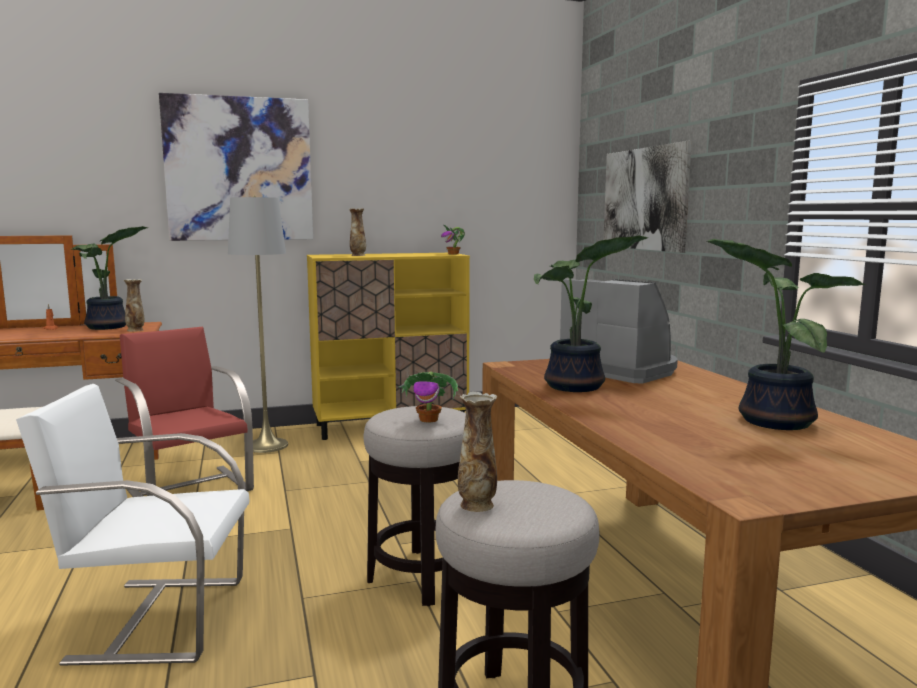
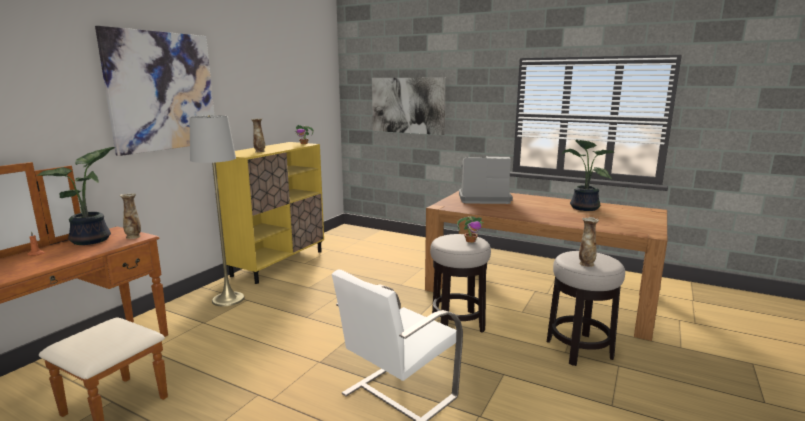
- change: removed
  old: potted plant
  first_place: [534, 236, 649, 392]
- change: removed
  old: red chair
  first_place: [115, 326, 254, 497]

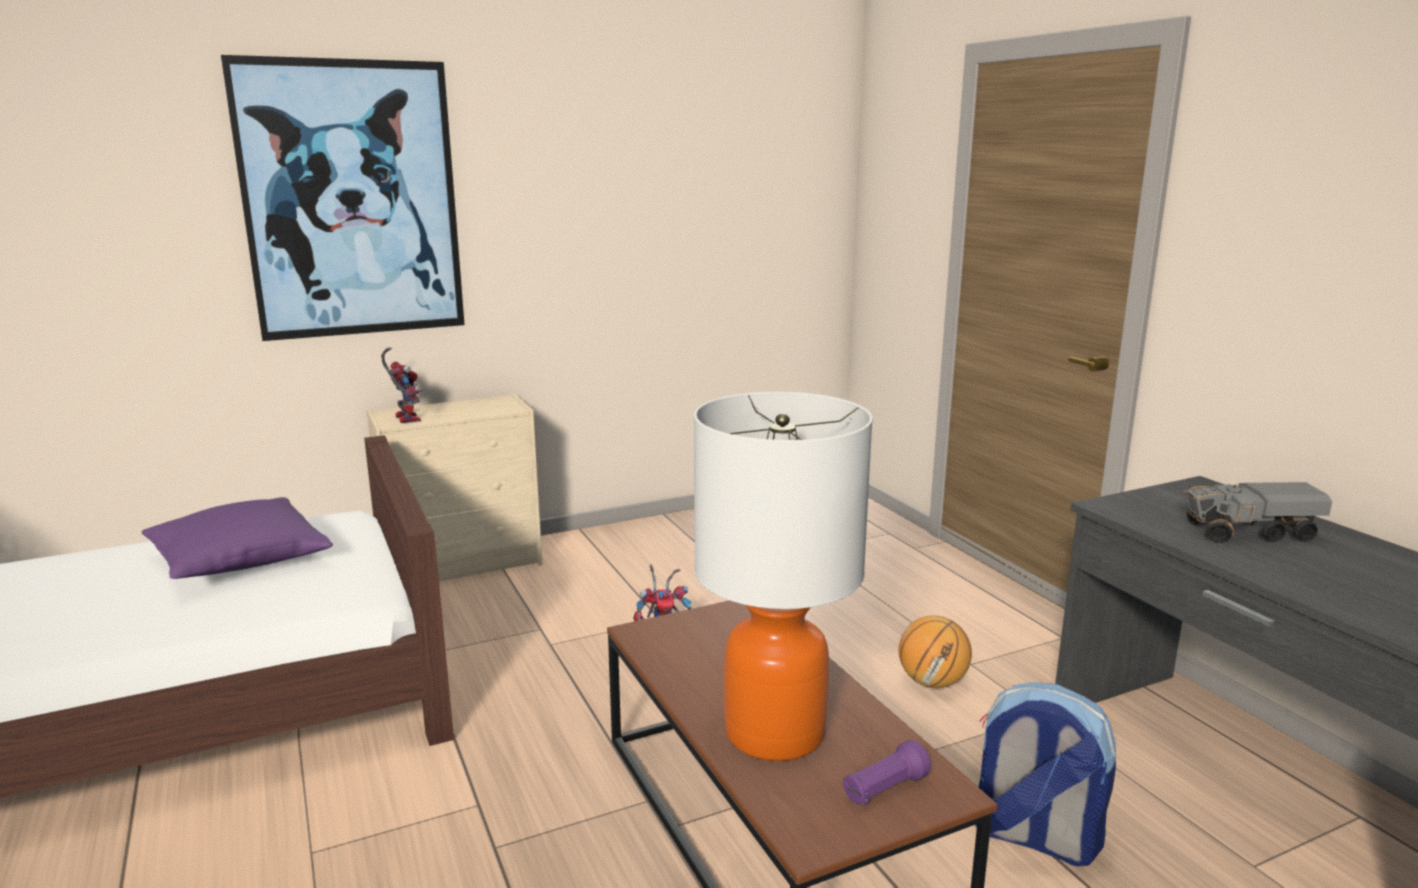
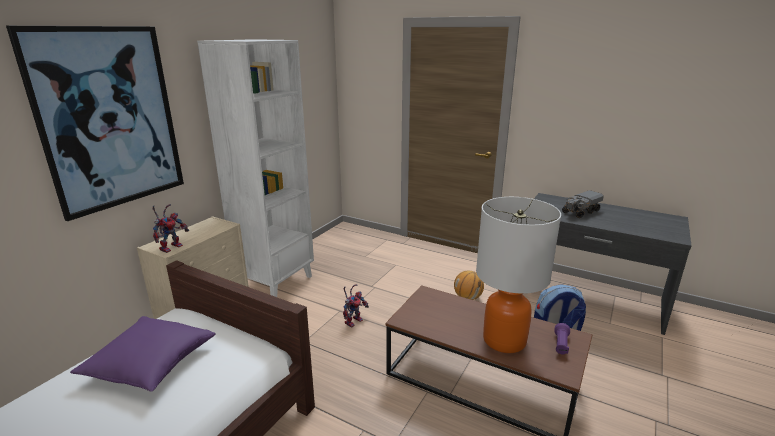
- change: turned
  old: toy robot
  first_place: [381, 347, 422, 423]
  second_place: [153, 204, 189, 253]
  degrees: 90
- change: added
  new: white bookcase
  second_place: [197, 39, 314, 297]

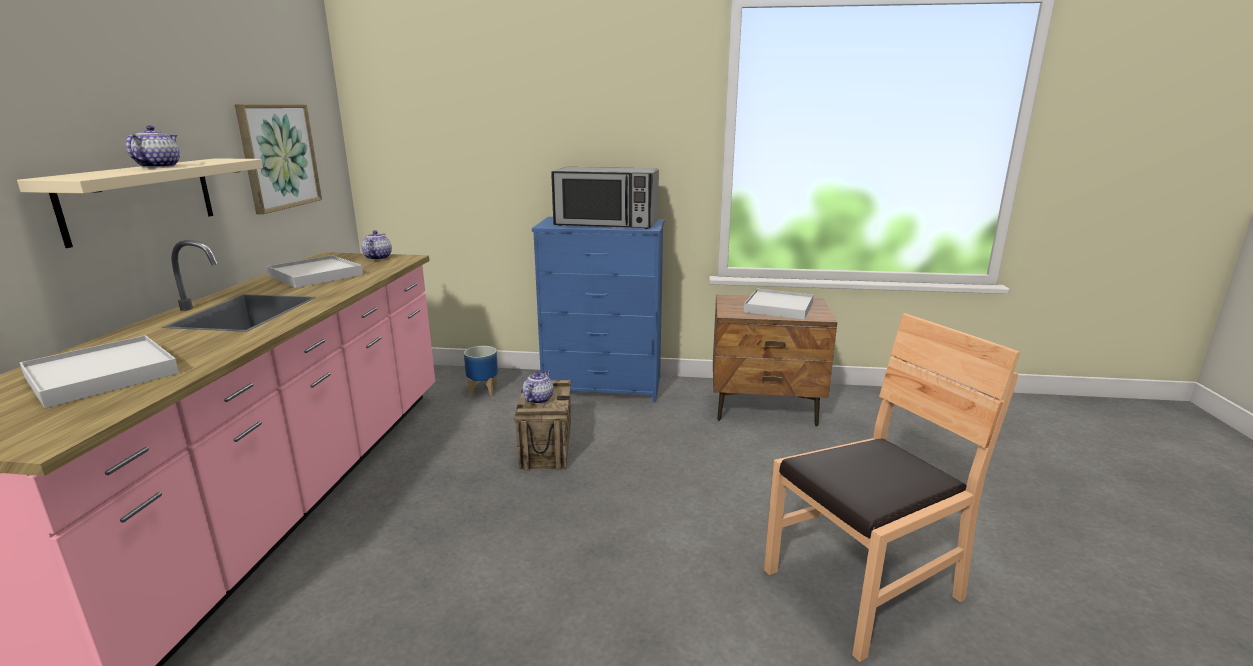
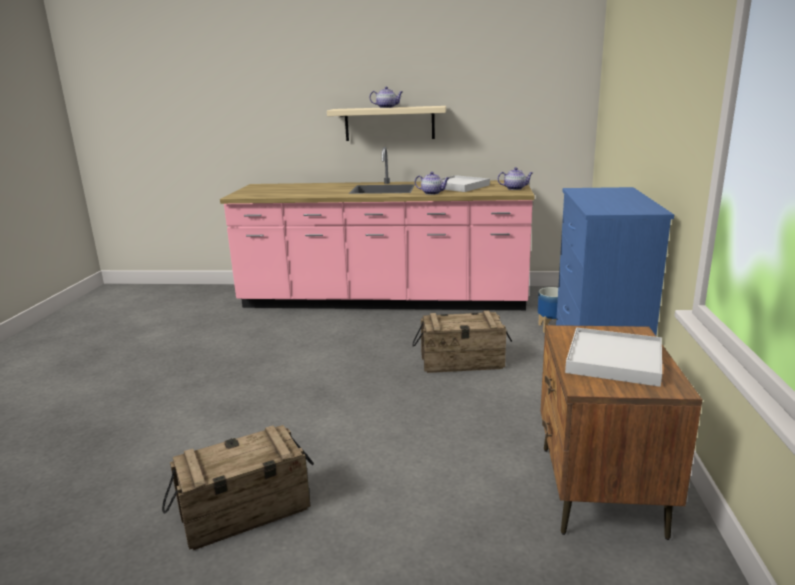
- change: removed
  old: picture
  first_place: [235, 104, 322, 214]
- change: removed
  old: microwave
  first_place: [551, 167, 659, 229]
- change: replaced
  old: brown chair
  new: crate
  first_place: [764, 313, 1020, 662]
  second_place: [162, 425, 314, 550]
- change: removed
  old: white tray
  first_place: [20, 335, 179, 408]
- change: moved
  old: teapot
  first_place: [522, 370, 554, 404]
  second_place: [415, 172, 449, 195]

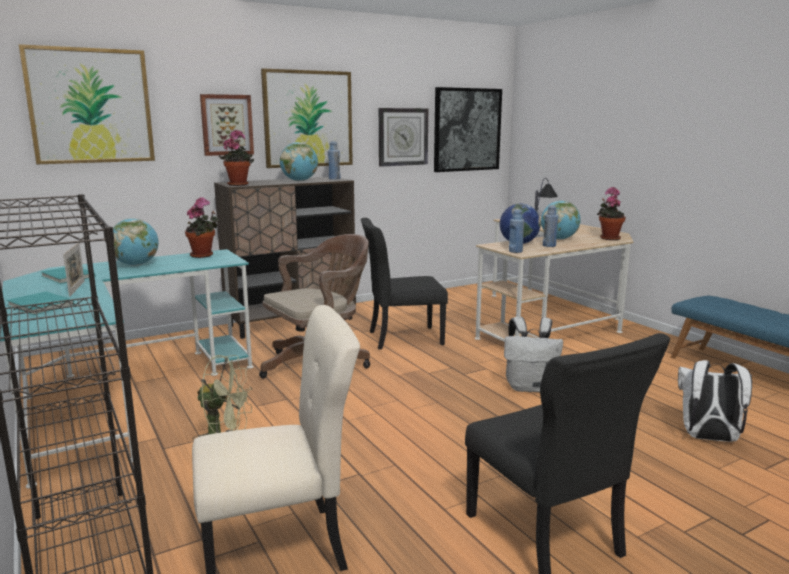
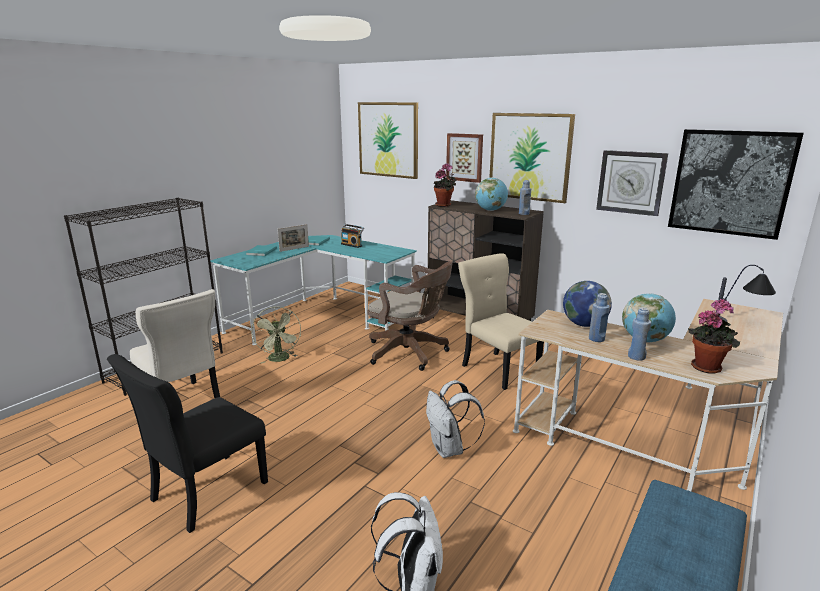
- change: removed
  old: potted plant
  first_place: [185, 197, 219, 258]
- change: moved
  old: blue bottle
  first_place: [509, 209, 524, 253]
  second_place: [628, 308, 651, 360]
- change: replaced
  old: globe
  new: radio
  first_place: [113, 218, 159, 266]
  second_place: [341, 224, 364, 248]
- change: recoloured
  old: black chair
  new: beige chair
  first_place: [361, 218, 448, 350]
  second_place: [458, 253, 544, 390]

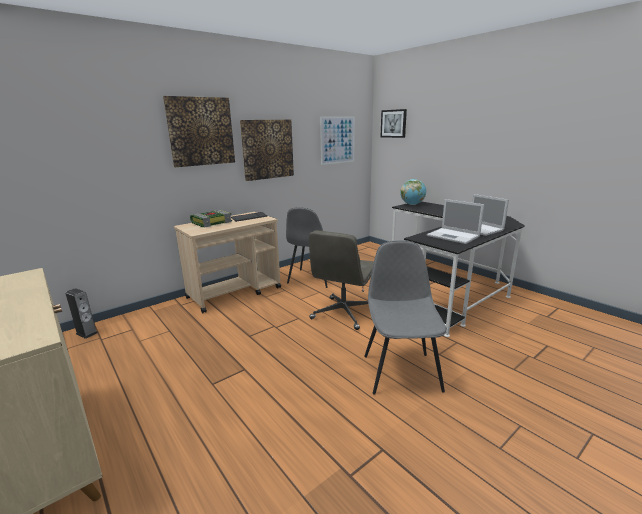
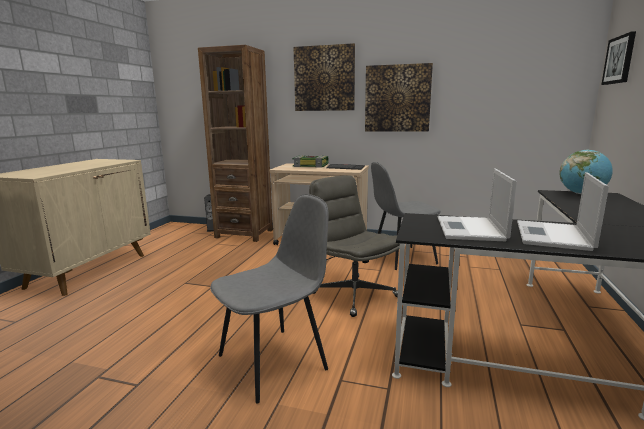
- change: removed
  old: picture
  first_place: [320, 116, 355, 165]
- change: turned
  old: grey office chair
  first_place: [309, 231, 374, 330]
  second_place: [309, 175, 400, 317]
  degrees: 60
- change: added
  new: brown bookcase
  second_place: [198, 45, 273, 242]

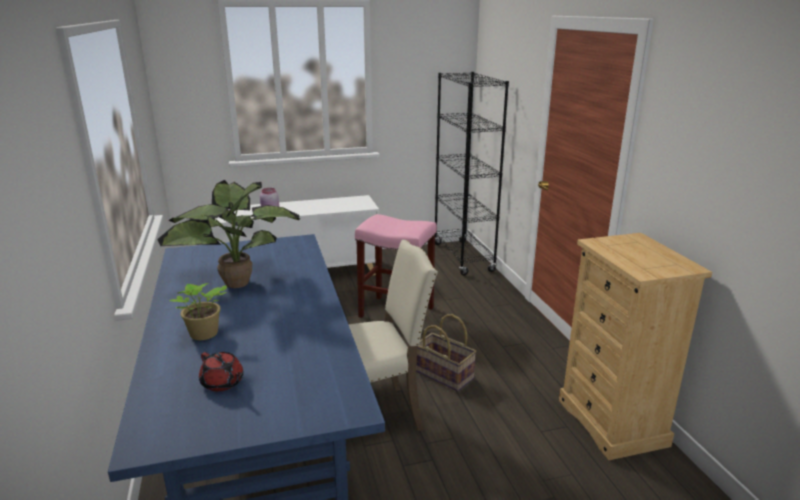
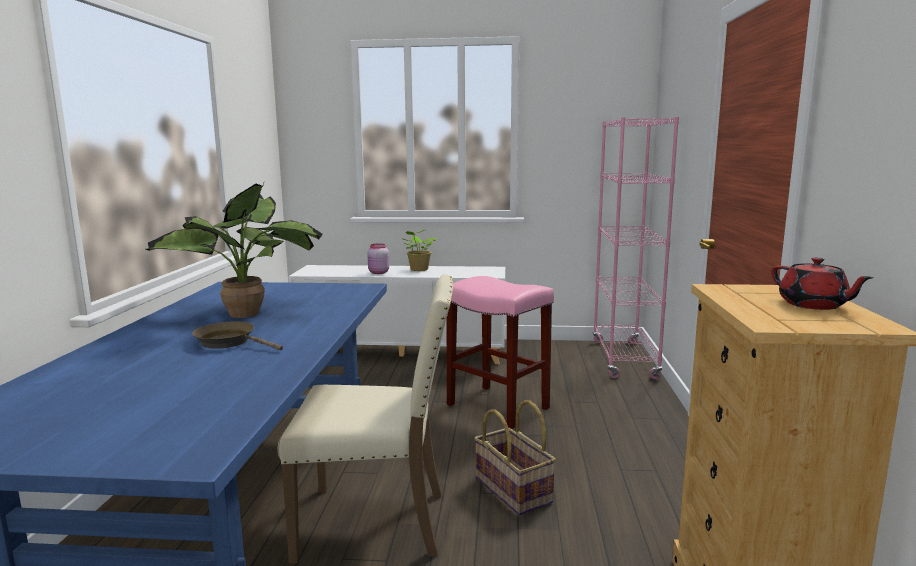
- change: recoloured
  old: black bookcase
  new: pink bookcase
  first_place: [435, 72, 509, 275]
  second_place: [592, 117, 679, 379]
- change: moved
  old: potted plant
  first_place: [170, 283, 227, 340]
  second_place: [401, 230, 437, 271]
- change: moved
  old: red teapot
  first_place: [199, 352, 243, 391]
  second_place: [771, 257, 874, 310]
- change: added
  new: brown frying pan
  second_place: [192, 321, 283, 350]

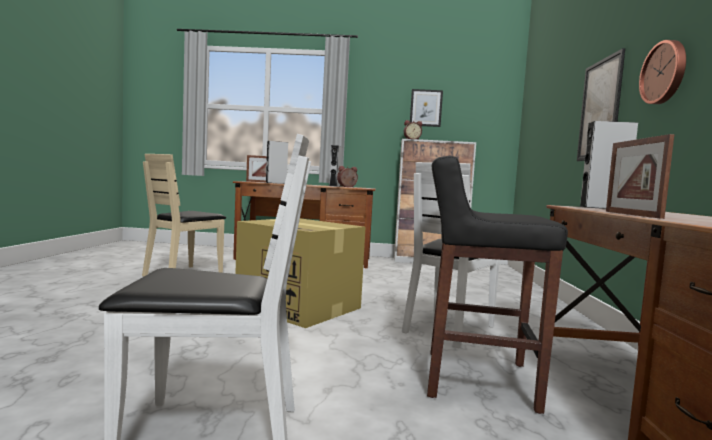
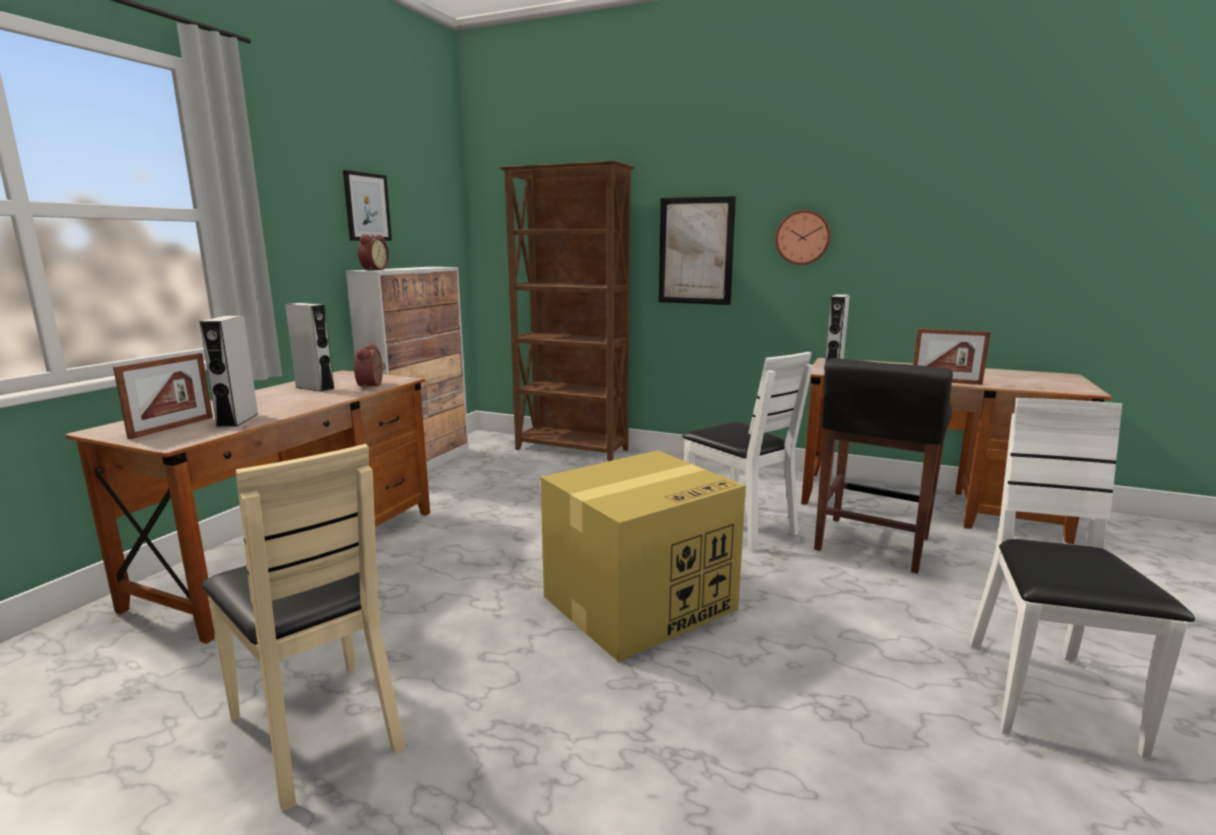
- change: added
  new: brown bookcase
  second_place: [499, 161, 635, 461]

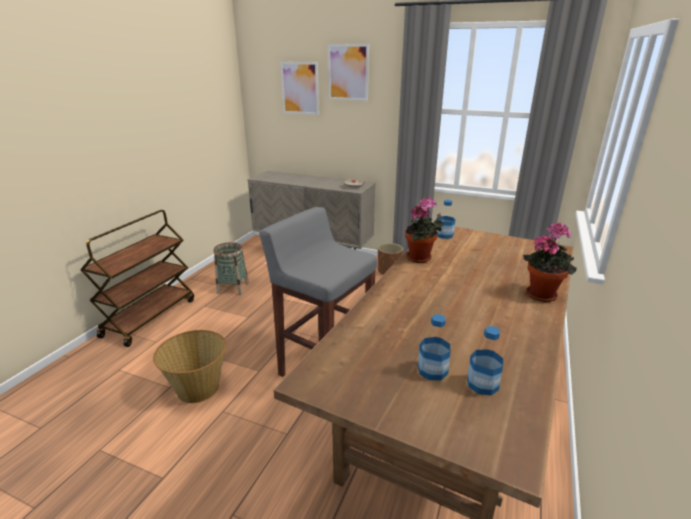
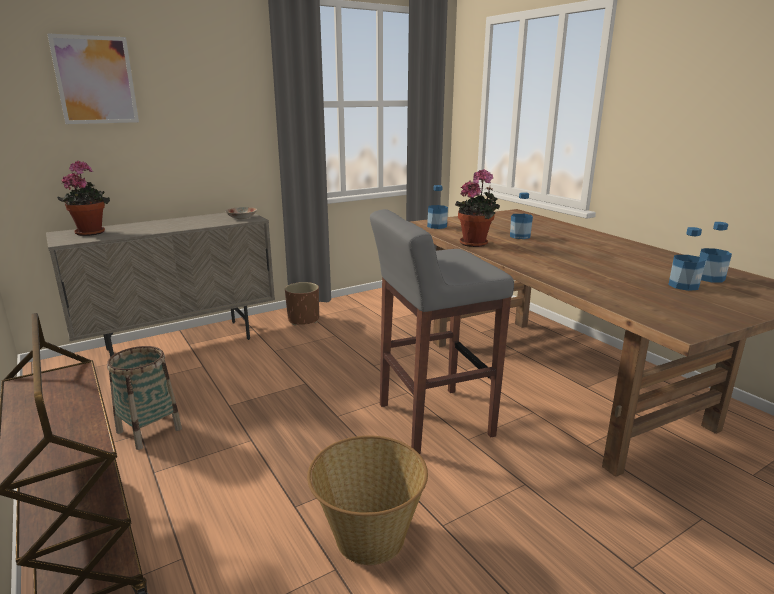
- change: removed
  old: picture
  first_place: [328, 44, 369, 101]
- change: moved
  old: potted plant
  first_place: [523, 222, 577, 302]
  second_place: [57, 160, 110, 236]
- change: added
  new: bottle
  second_place: [510, 192, 533, 239]

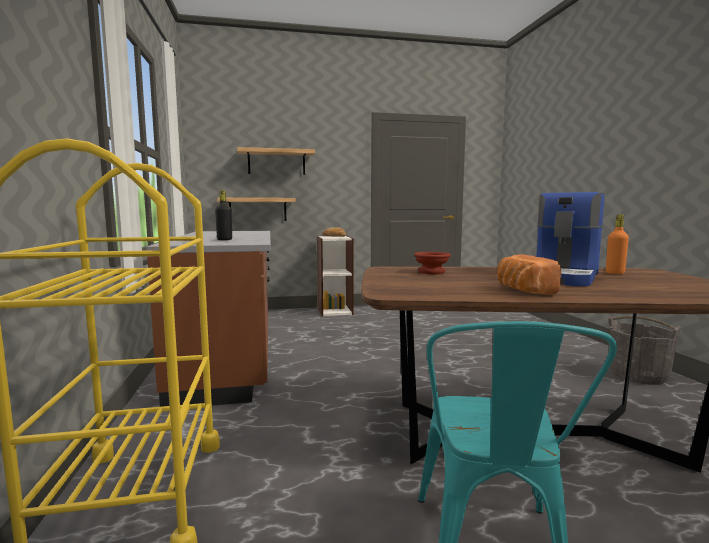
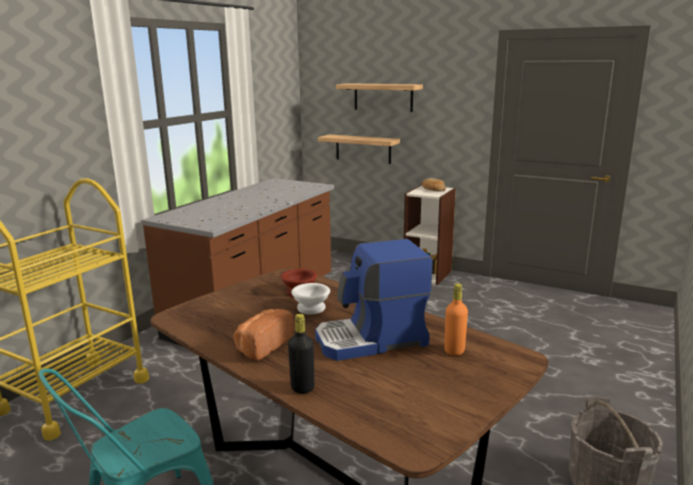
- change: moved
  old: black bottle
  first_place: [215, 190, 232, 240]
  second_place: [288, 314, 314, 394]
- change: added
  new: white bowl
  second_place: [291, 283, 330, 314]

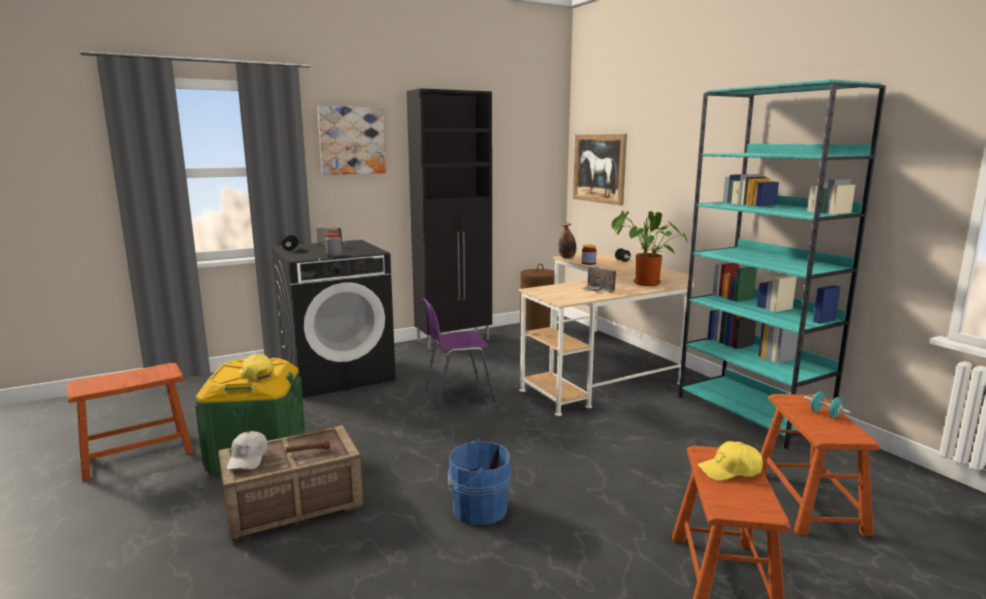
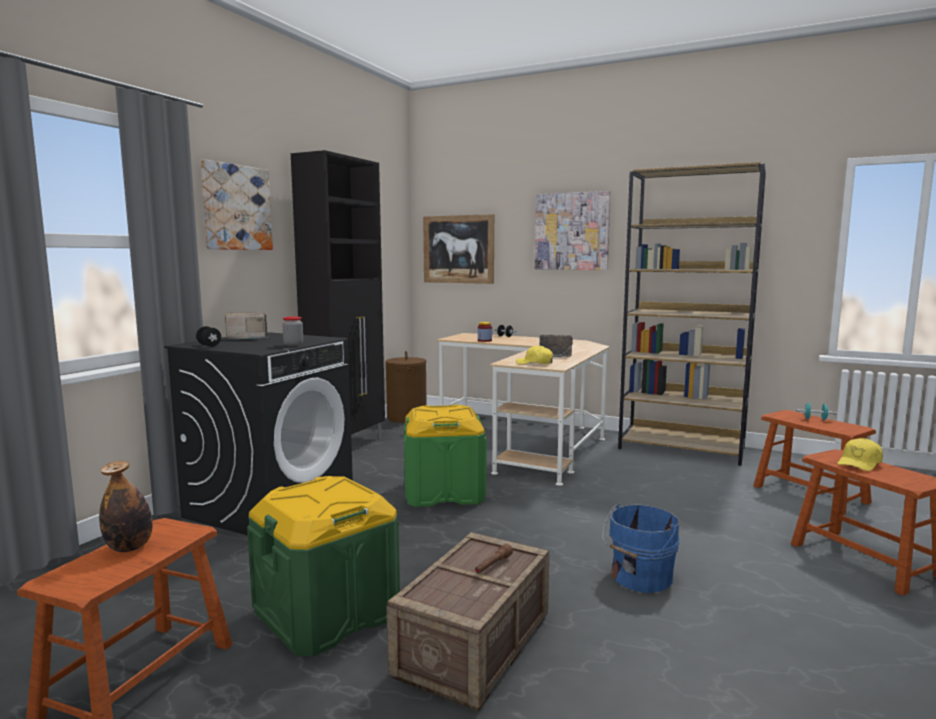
- change: recoloured
  old: turquoise bookcase
  new: brown bookcase
  first_place: [679, 79, 886, 449]
  second_place: [618, 162, 766, 466]
- change: removed
  old: potted plant
  first_place: [611, 210, 688, 286]
- change: moved
  old: bottle
  first_place: [559, 223, 576, 258]
  second_place: [99, 461, 153, 552]
- change: replaced
  old: purple chair
  new: green storage box
  first_place: [423, 298, 496, 409]
  second_place: [404, 404, 487, 507]
- change: moved
  old: yellow cap
  first_place: [239, 354, 274, 380]
  second_place: [516, 345, 553, 364]
- change: removed
  old: white cap
  first_place: [227, 431, 268, 470]
- change: added
  new: picture
  second_place: [535, 191, 611, 270]

